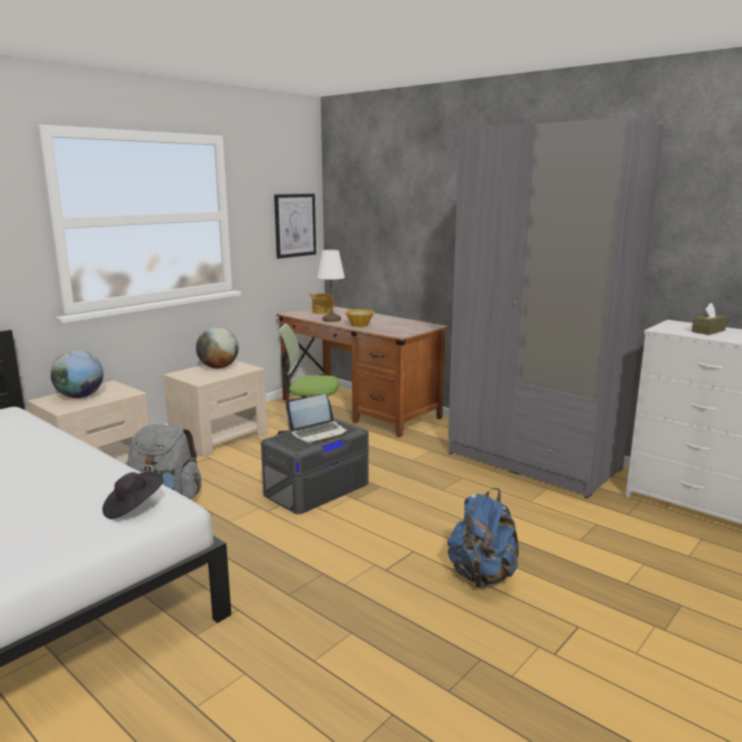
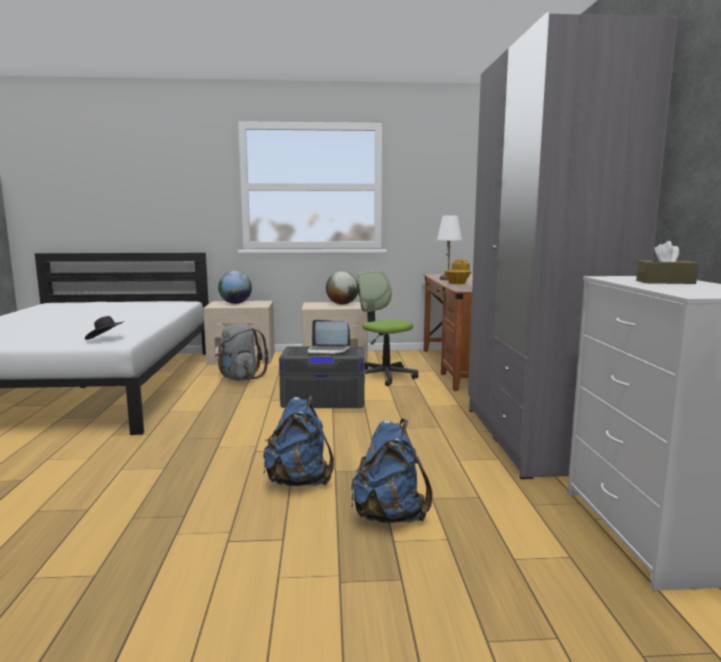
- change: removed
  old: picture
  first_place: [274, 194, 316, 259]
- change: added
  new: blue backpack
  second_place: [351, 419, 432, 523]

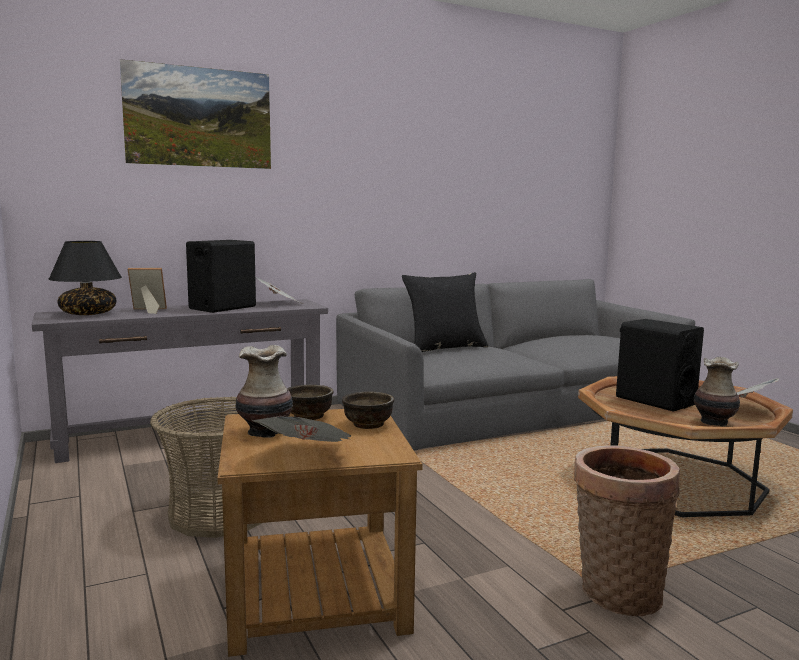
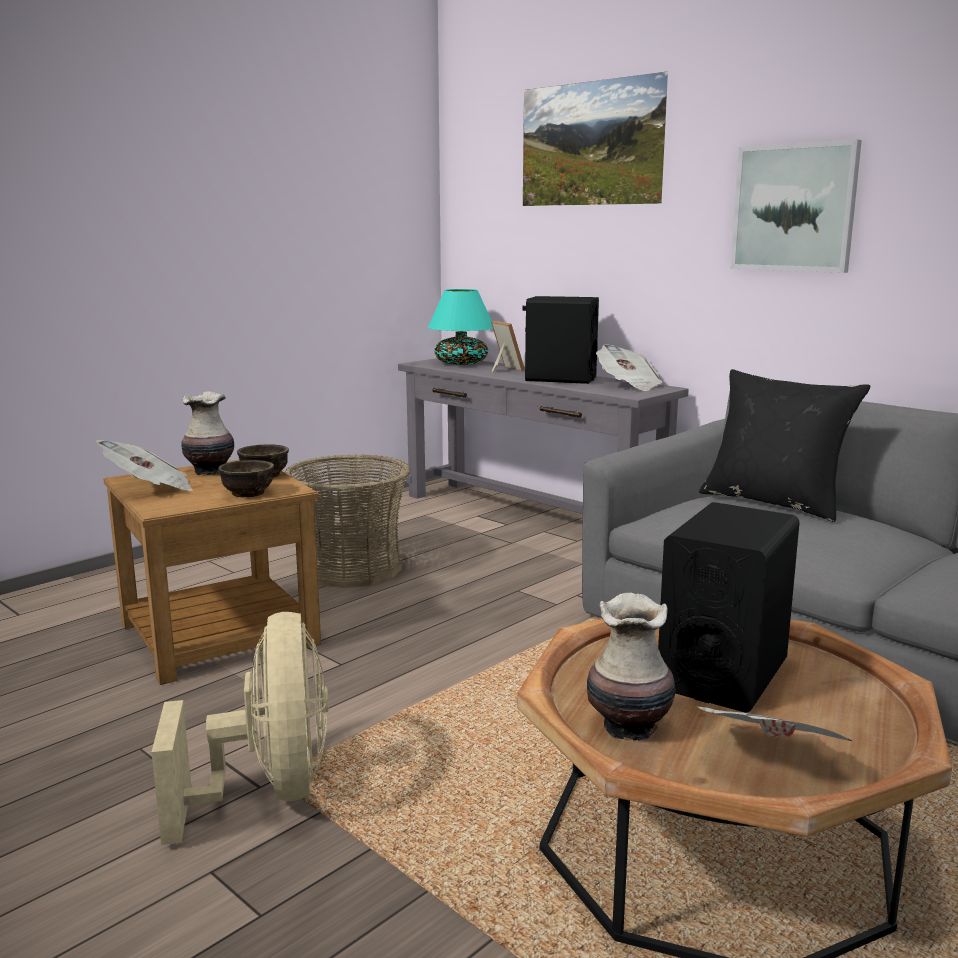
- change: recoloured
  old: black table lamp
  new: turquoise table lamp
  first_place: [49, 241, 122, 315]
  second_place: [428, 289, 493, 365]
- change: replaced
  old: basket
  new: beige fan
  first_place: [574, 445, 680, 616]
  second_place: [151, 612, 329, 845]
- change: added
  new: picture
  second_place: [730, 139, 862, 273]

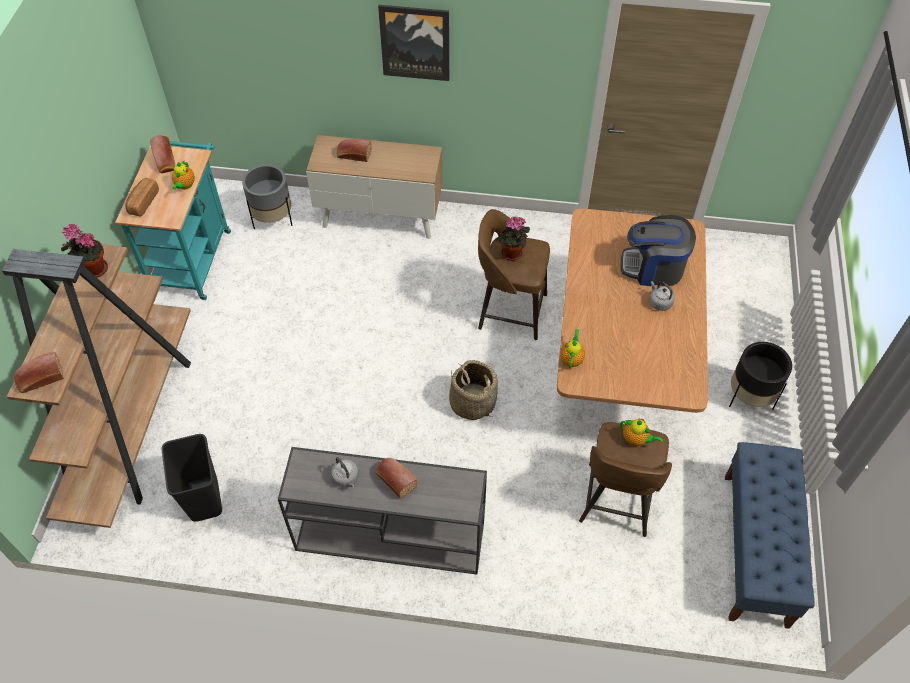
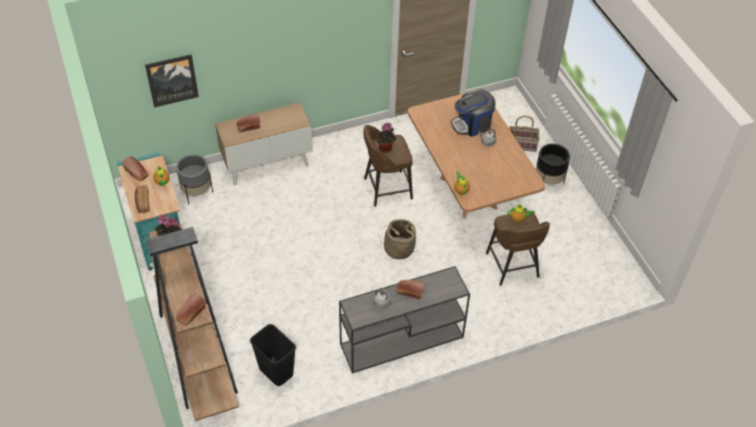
- change: moved
  old: picture
  first_place: [378, 5, 449, 81]
  second_place: [145, 54, 199, 108]
- change: removed
  old: blue bench
  first_place: [725, 442, 814, 629]
- change: added
  new: basket
  second_place: [509, 116, 539, 152]

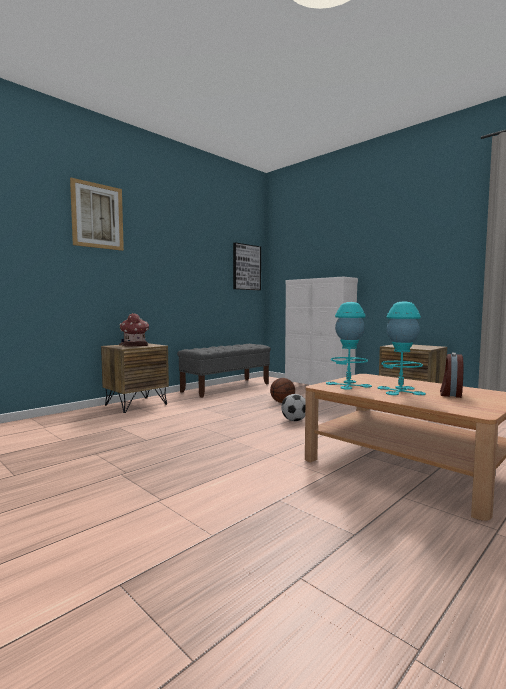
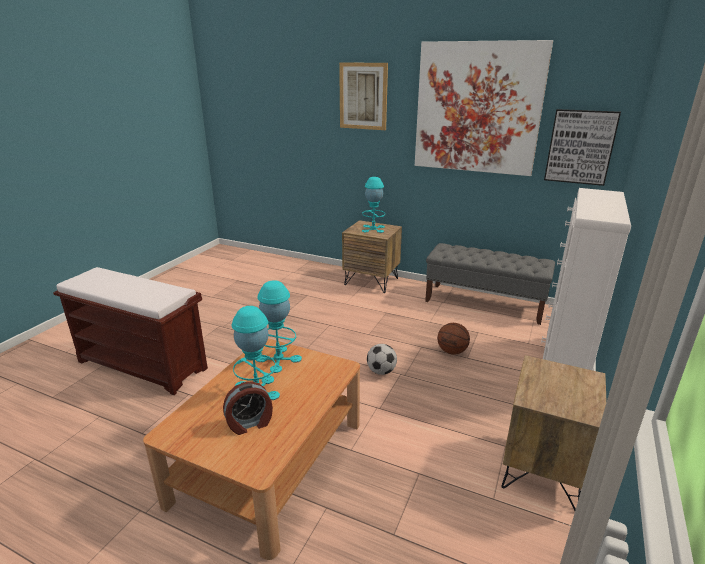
- change: replaced
  old: toy house
  new: turquoise table lamp
  first_place: [119, 313, 149, 347]
  second_place: [362, 177, 385, 233]
- change: turned
  old: alarm clock
  first_place: [440, 353, 463, 398]
  second_place: [223, 381, 273, 435]
  degrees: 150
- change: added
  new: picture
  second_place: [415, 40, 553, 176]
- change: added
  new: brown bench
  second_place: [53, 267, 208, 395]

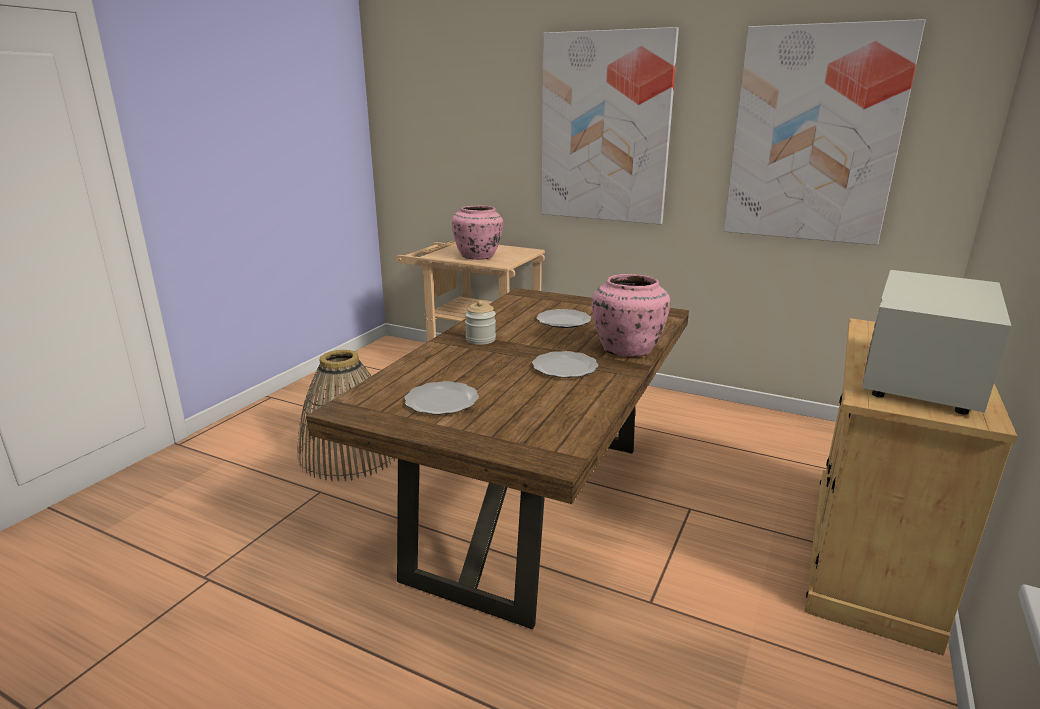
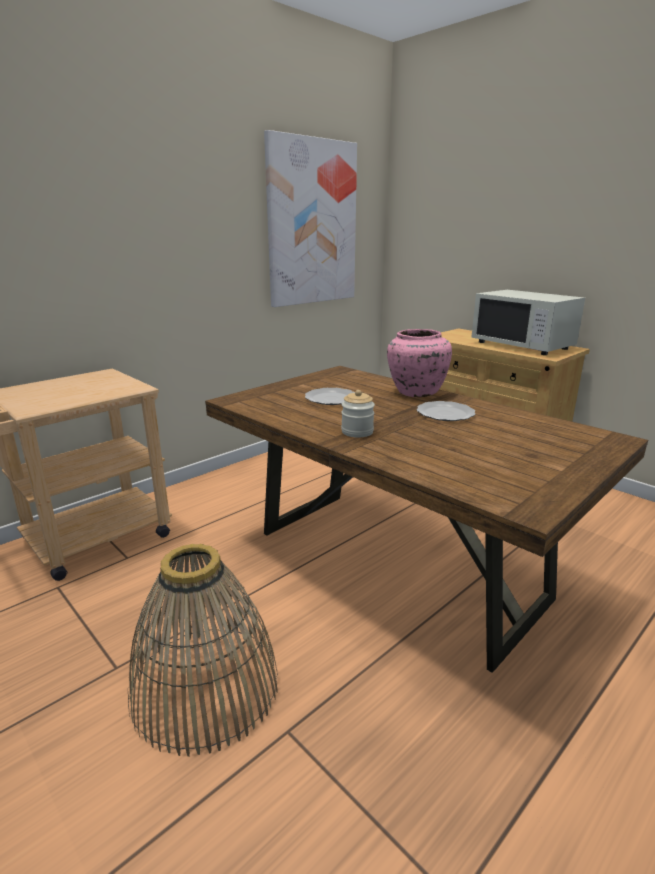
- change: removed
  old: picture
  first_place: [541, 27, 679, 225]
- change: removed
  old: pink vase
  first_place: [452, 205, 503, 260]
- change: removed
  old: plate
  first_place: [404, 381, 479, 415]

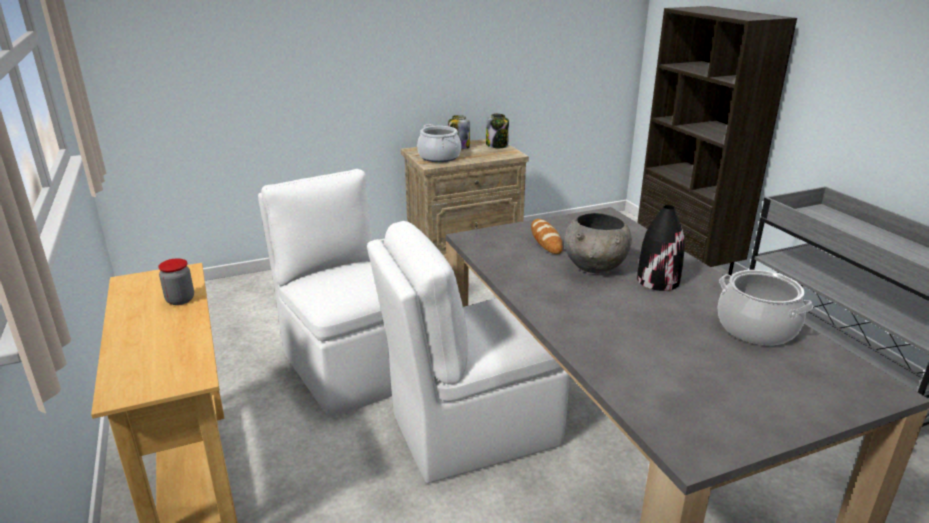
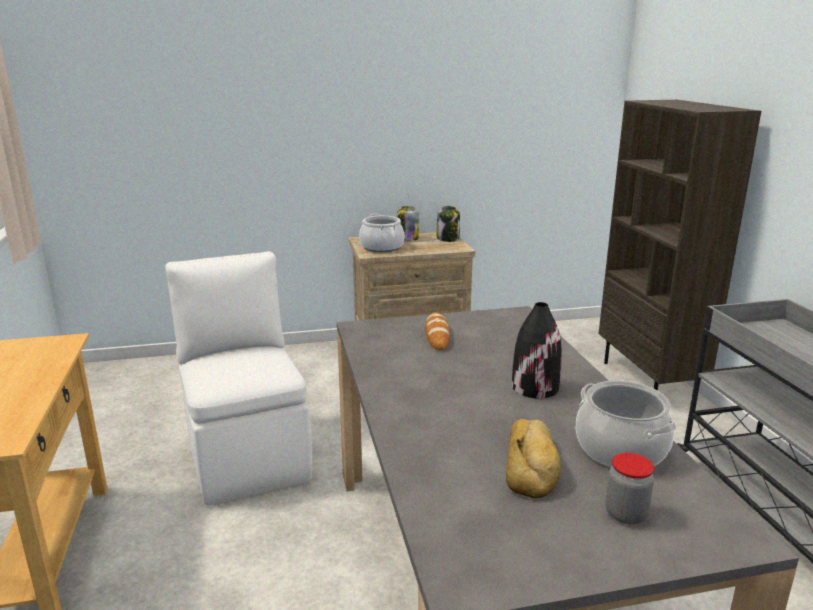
- change: removed
  old: grey bowl
  first_place: [564, 213, 632, 273]
- change: removed
  old: white chair
  first_place: [367, 221, 569, 483]
- change: moved
  old: jar
  first_place: [158, 258, 194, 305]
  second_place: [606, 453, 654, 524]
- change: added
  new: bread
  second_place: [506, 419, 561, 498]

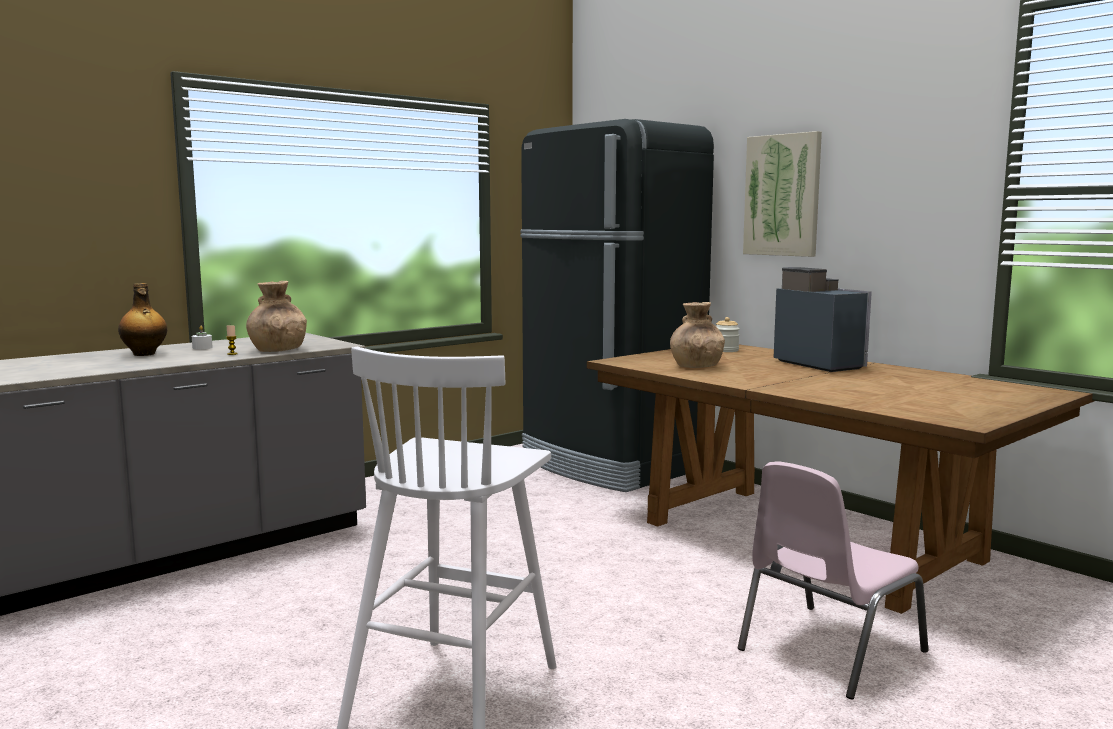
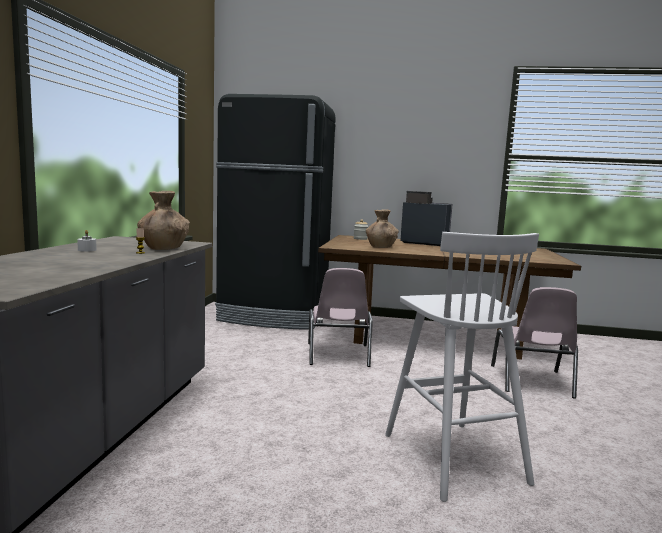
- change: removed
  old: picture
  first_place: [743, 131, 822, 257]
- change: removed
  old: bottle
  first_place: [118, 283, 167, 356]
- change: added
  new: pink chair
  second_place: [308, 268, 372, 367]

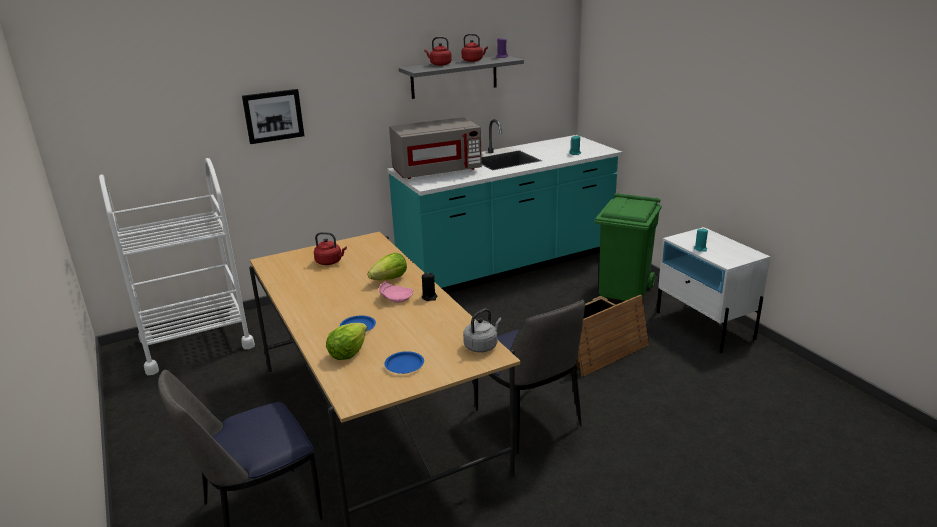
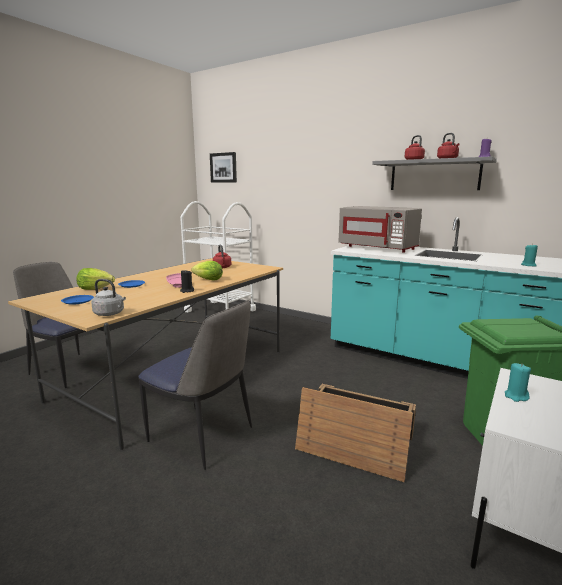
- change: moved
  old: picture
  first_place: [242, 89, 304, 144]
  second_place: [210, 152, 237, 183]
- change: turned
  old: chair
  first_place: [473, 300, 585, 454]
  second_place: [138, 300, 252, 470]
  degrees: -90

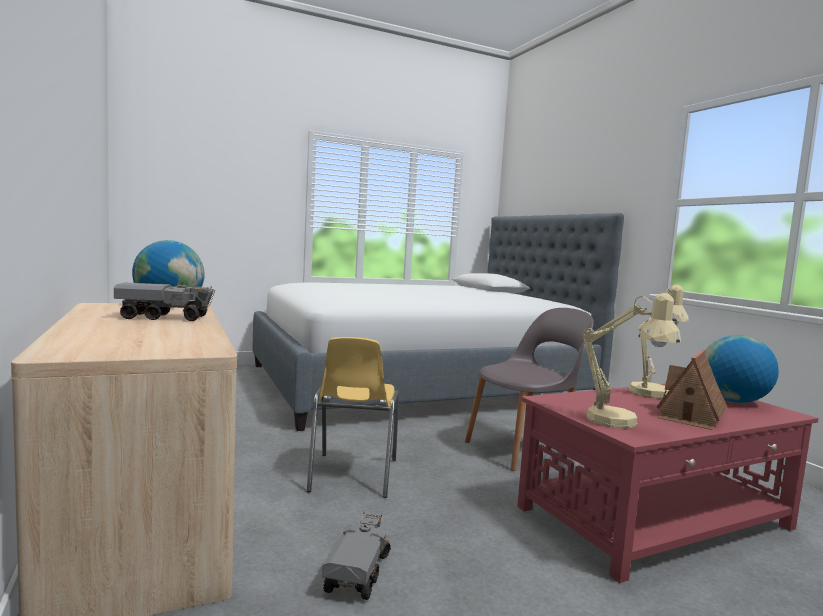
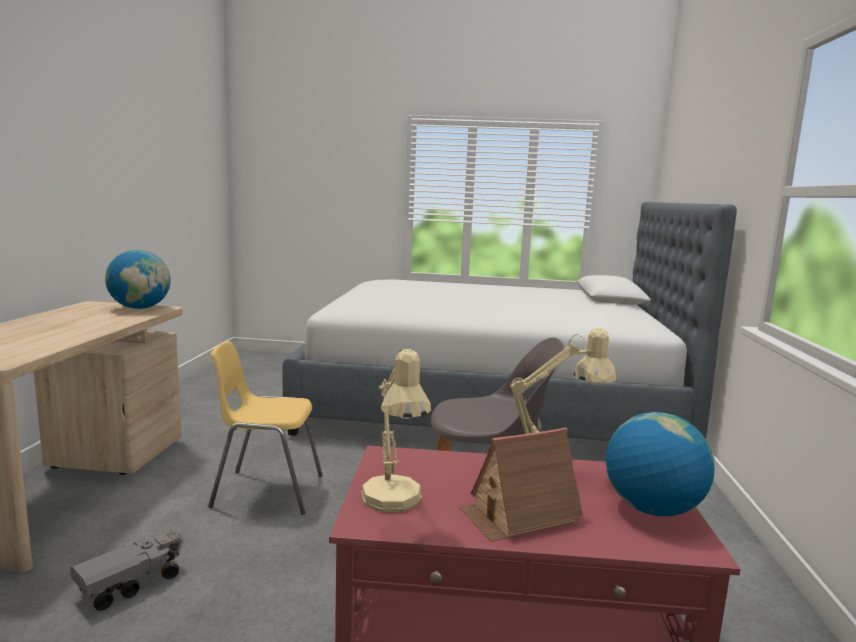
- change: removed
  old: toy truck
  first_place: [114, 283, 215, 321]
- change: turned
  old: yellow chair
  first_place: [307, 337, 399, 498]
  second_place: [208, 341, 322, 515]
  degrees: 60

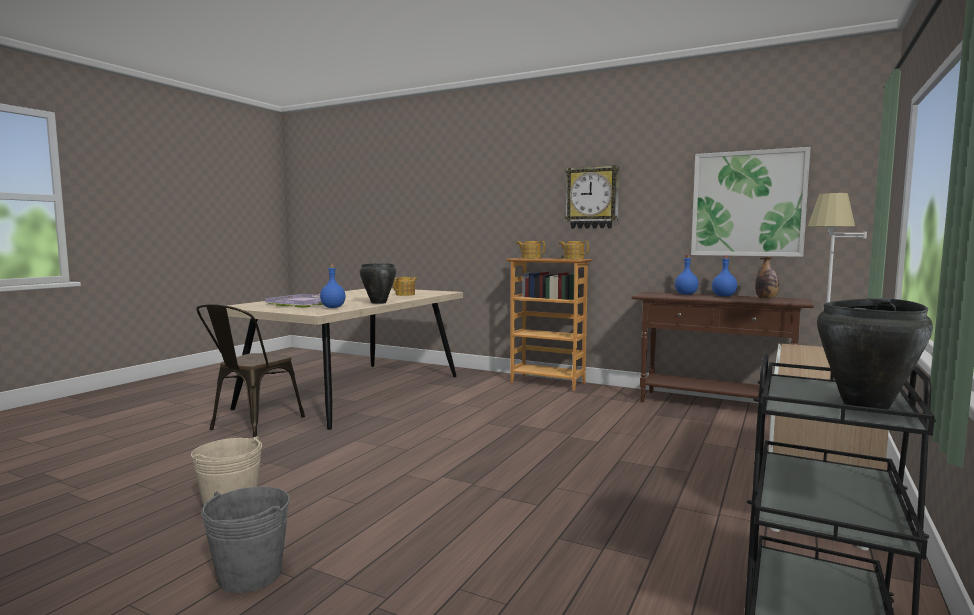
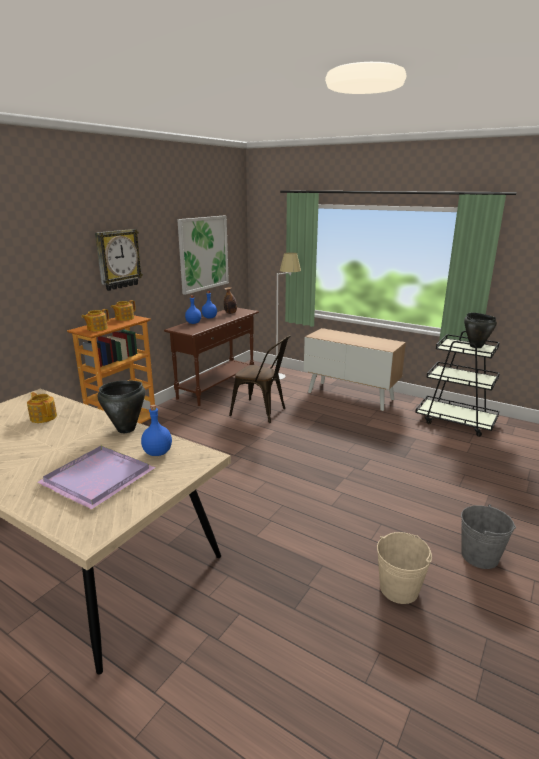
- change: moved
  old: brown chair
  first_place: [196, 304, 305, 437]
  second_place: [229, 335, 291, 423]

